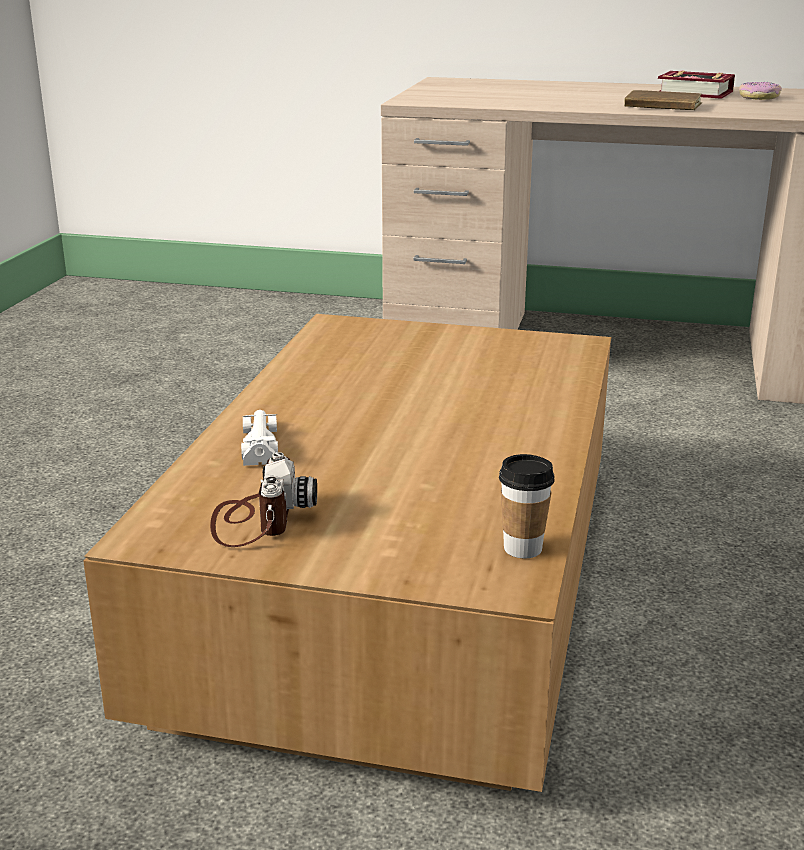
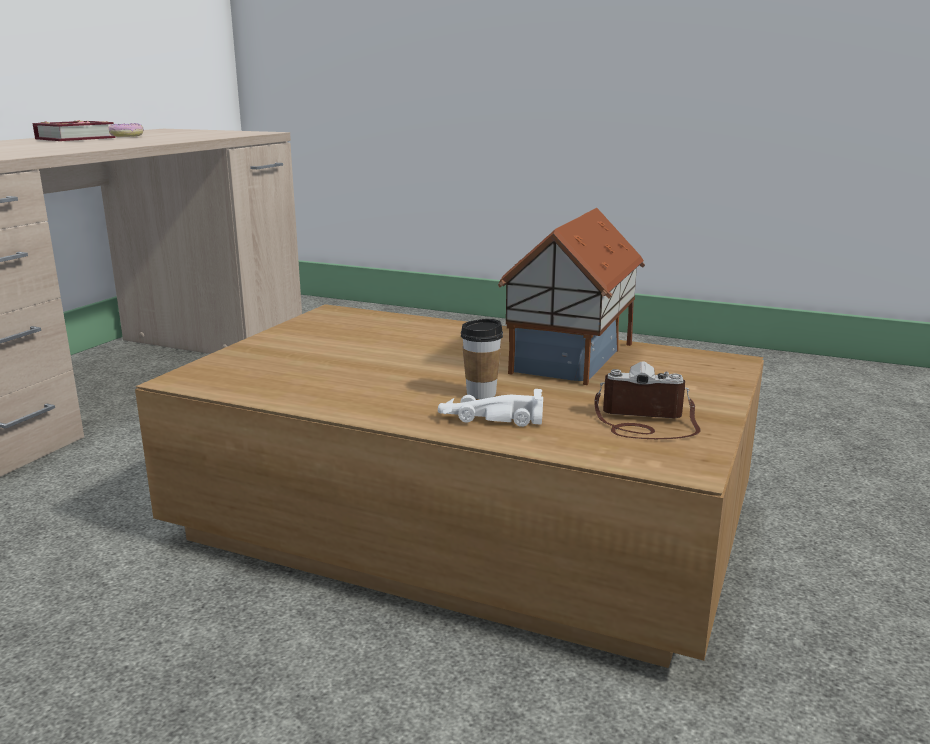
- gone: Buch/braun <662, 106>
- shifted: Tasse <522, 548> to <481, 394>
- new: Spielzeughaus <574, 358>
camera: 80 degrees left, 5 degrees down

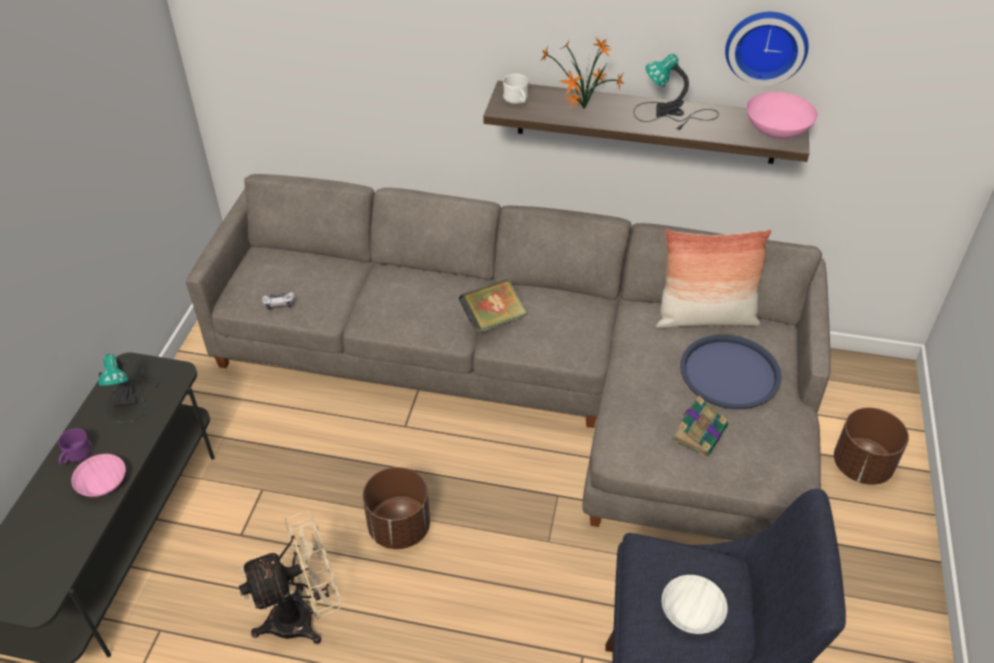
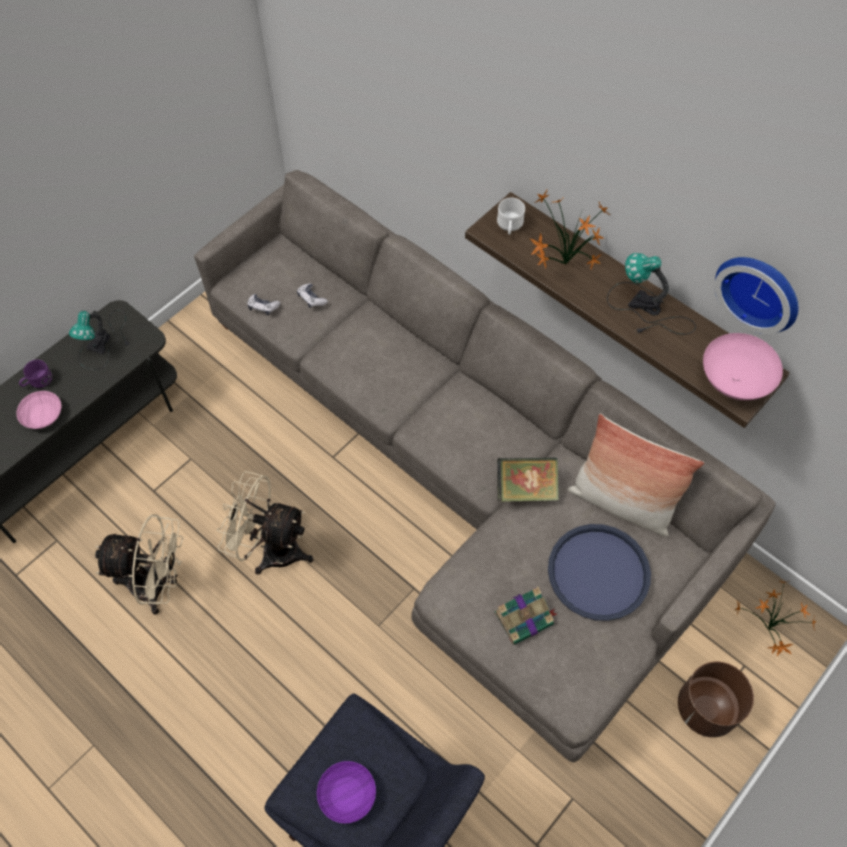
- shifted: Buch <493, 320> to <526, 489>
- swapped: Pflanzkübel/braun <400, 528> to Ventilator/beige <271, 549>
- repainted: Schüssel/weiß <691, 613> to Schüssel/lila <346, 795>
- new: Gamepad <311, 299>
- new: Topfpflanze <767, 631>
camera: 30 degrees right, 15 degrees up

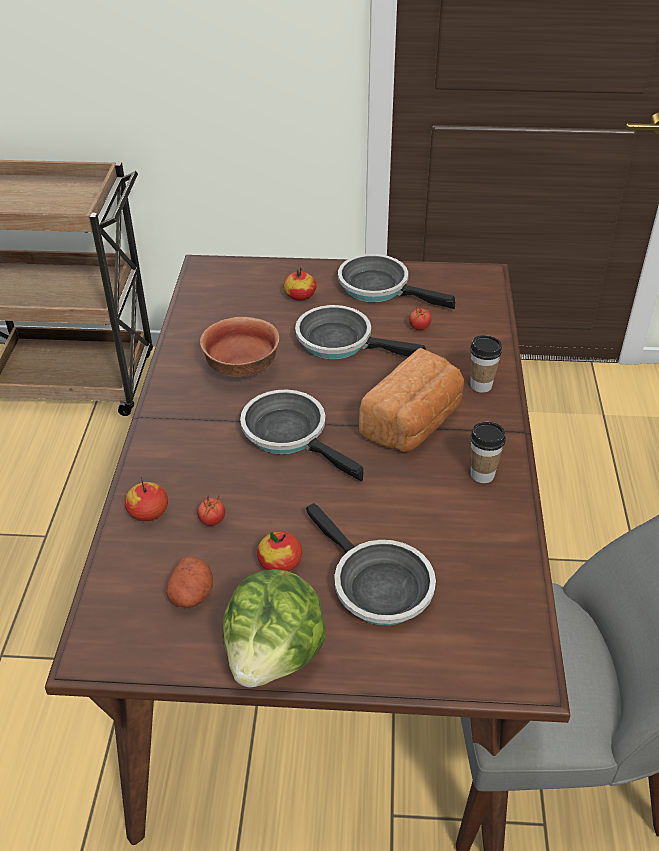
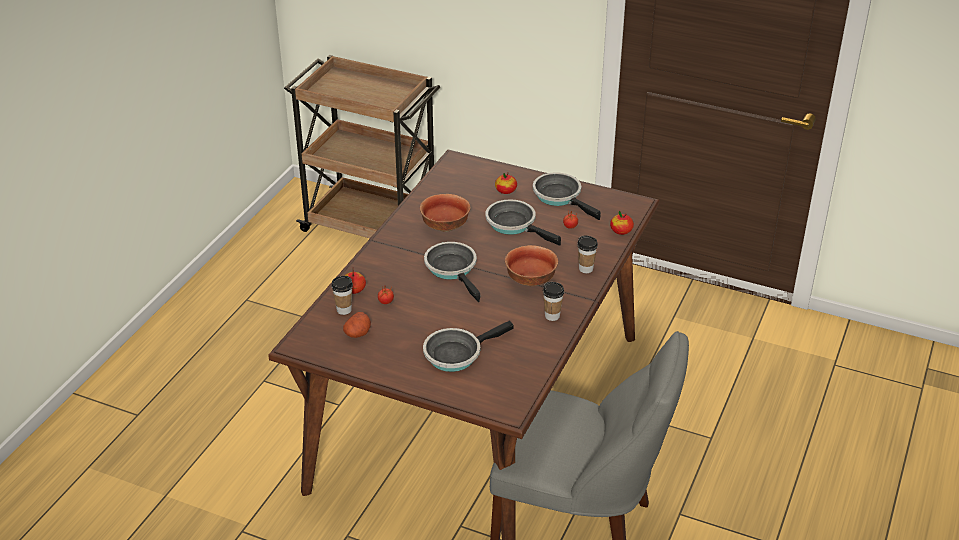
- swapped: Brot <414, 423> to Schüssel <530, 280>
- rotated: Pfanne <376, 586> = <456, 354> 75 degrees clockwise
- shifted: Apfel <280, 563> to <621, 231>
- gone: Salatkopf <275, 654>
- new: Tasse <344, 310>
camera: 20 degrees right, 5 degrees down

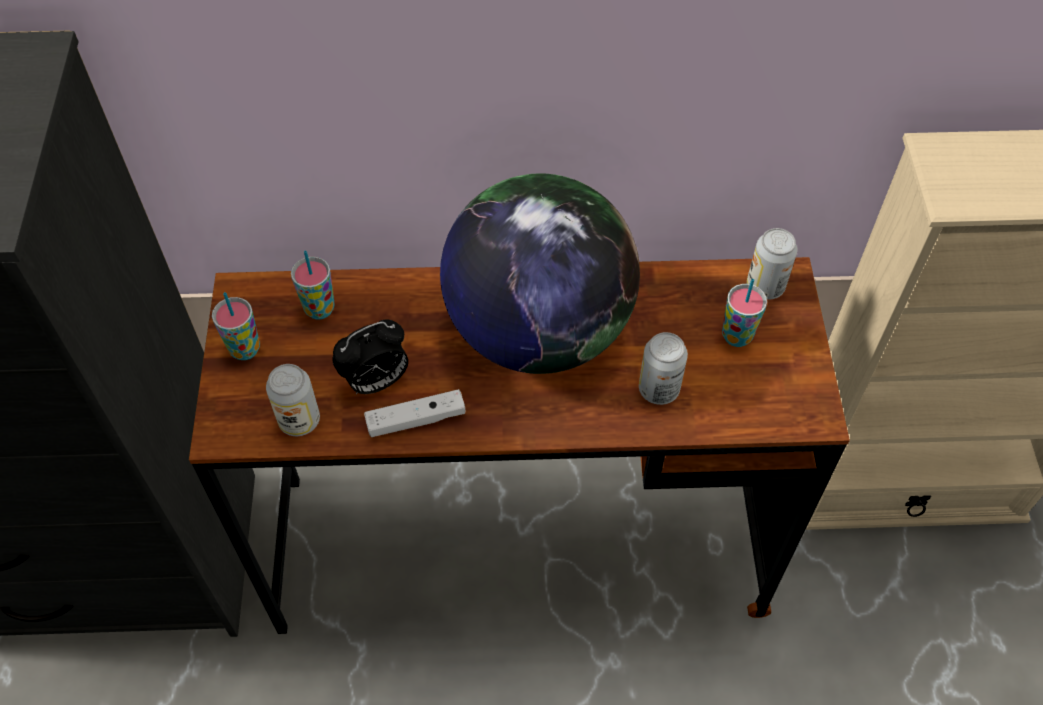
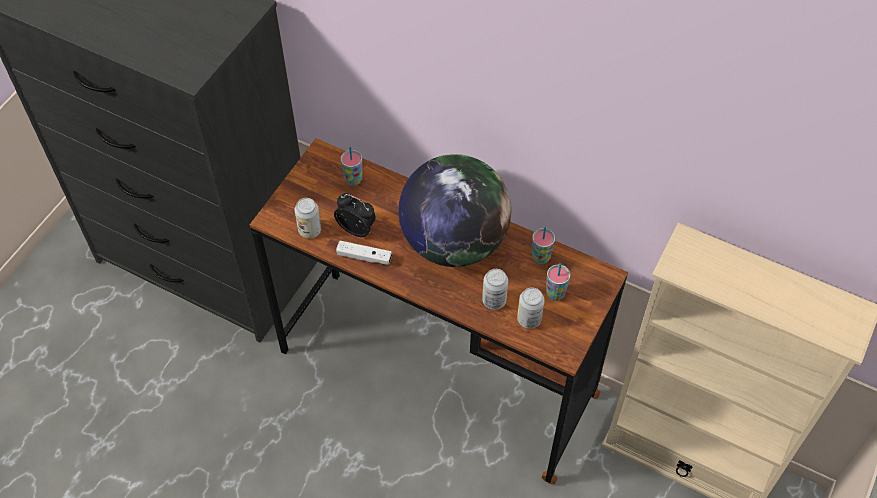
- shifted: Dose <765, 286> to <529, 319>
- shifted: Tasse <245, 349> to <540, 258>
- rotated: Wecker <376, 381> = <357, 229> 150 degrees counterclockwise
camera: 30 degrees right, 0 degrees up

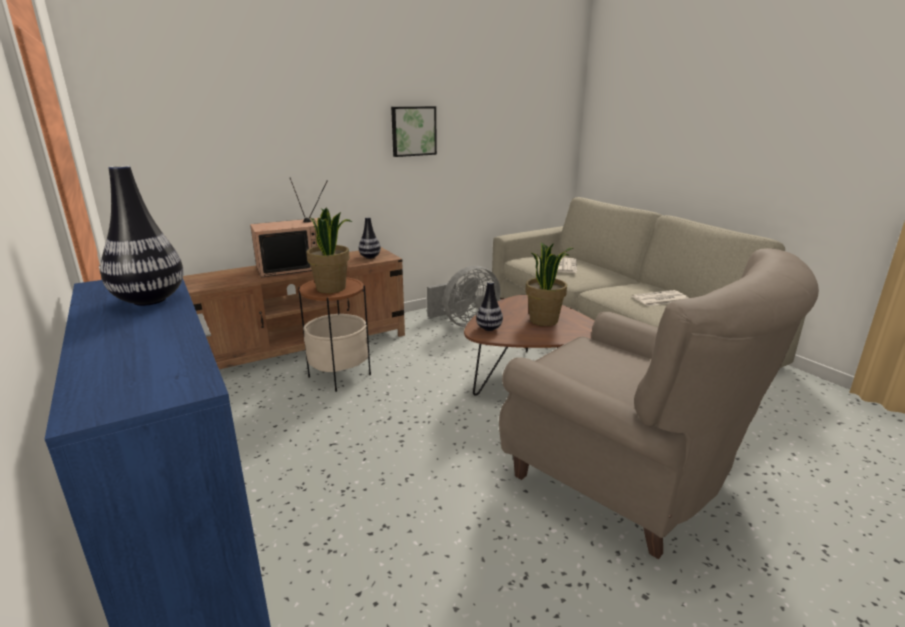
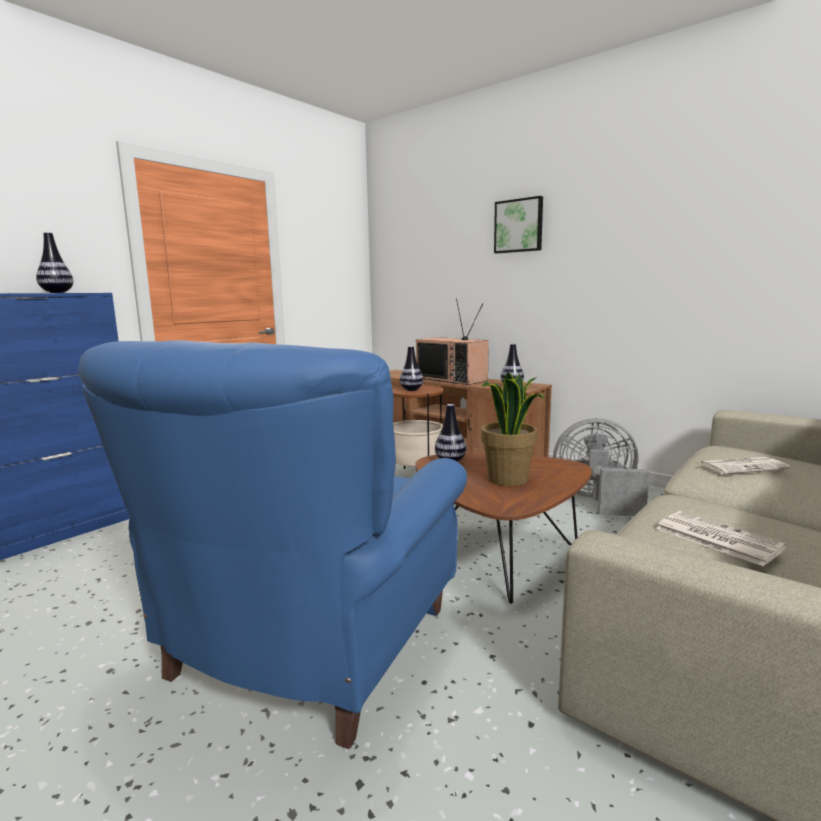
- shifted: Bild <413, 131> to <519, 226>
- swapped: Topfpflanze <332, 288> to Vase <411, 390>
- repainted: Sessel/beige <628, 479> to Sessel/blau <306, 649>
- rotated: Ventilator/grau <465, 323> = <597, 501> 150 degrees clockwise
camera: 70 degrees right, 10 degrees down

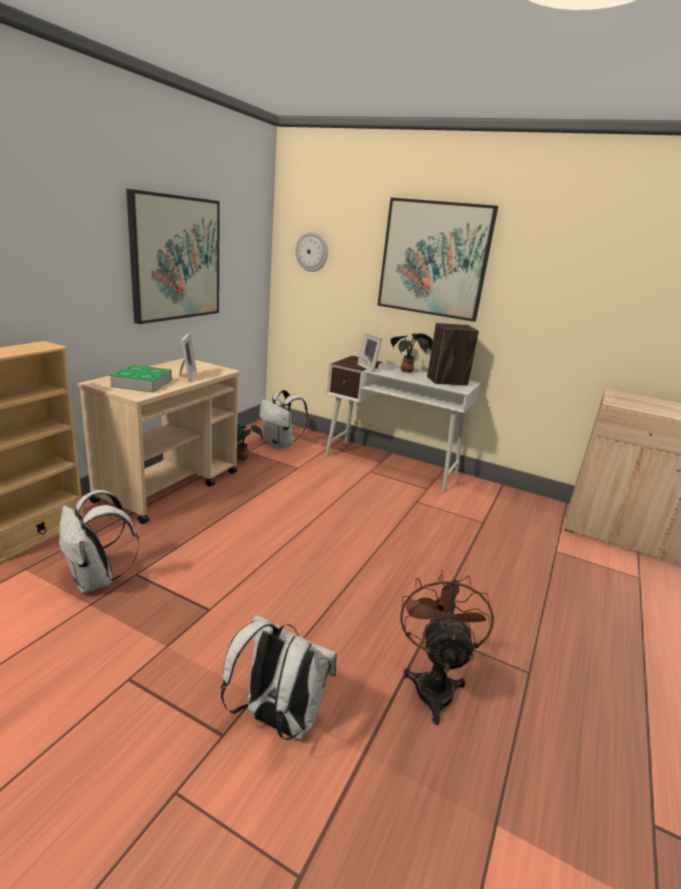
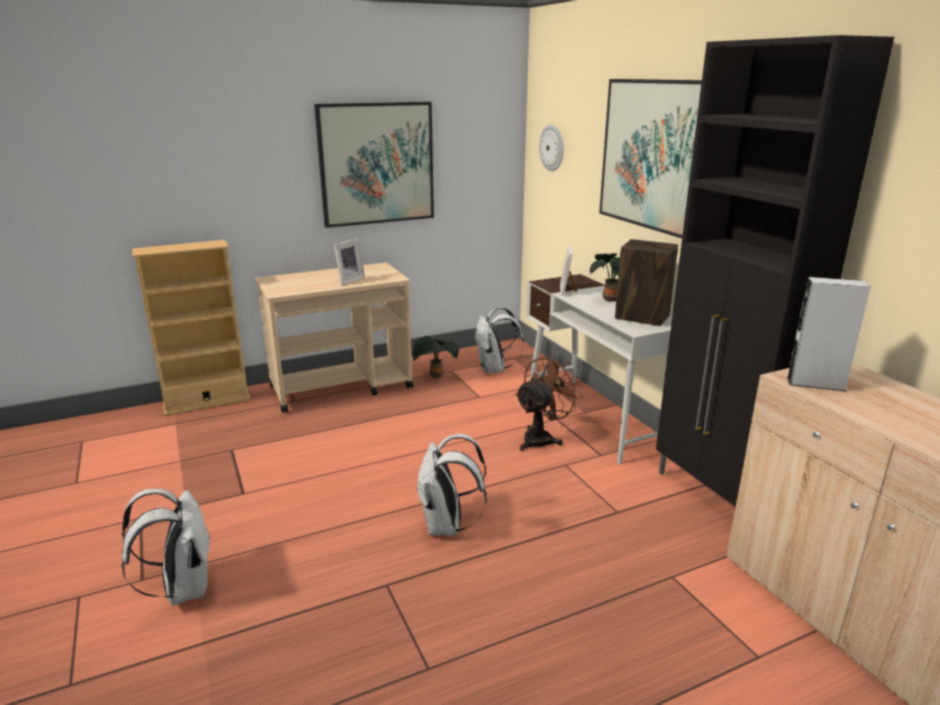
- gone: Buch <142, 383>
- shifted: Rucksack/weiß <96, 580> to <447, 526>
- shifted: Ventilator/braun <433, 683> to <542, 438>
- new: Schrank/schwarz <716, 497>
- new: Lautsprecher/grau <815, 384>
camera: 40 degrees right, 0 degrees up

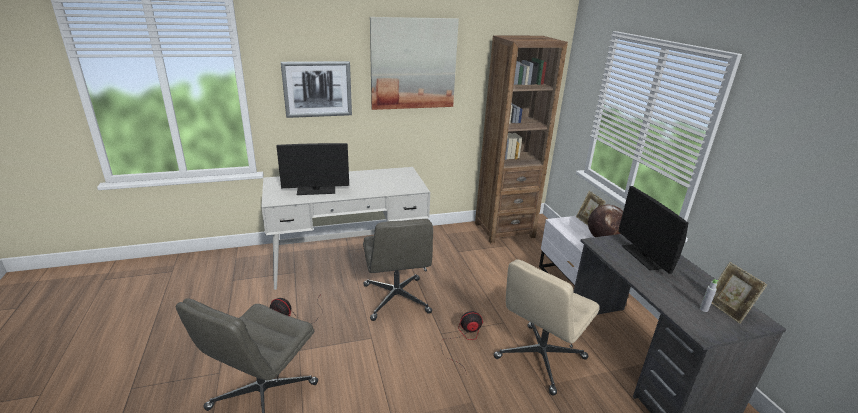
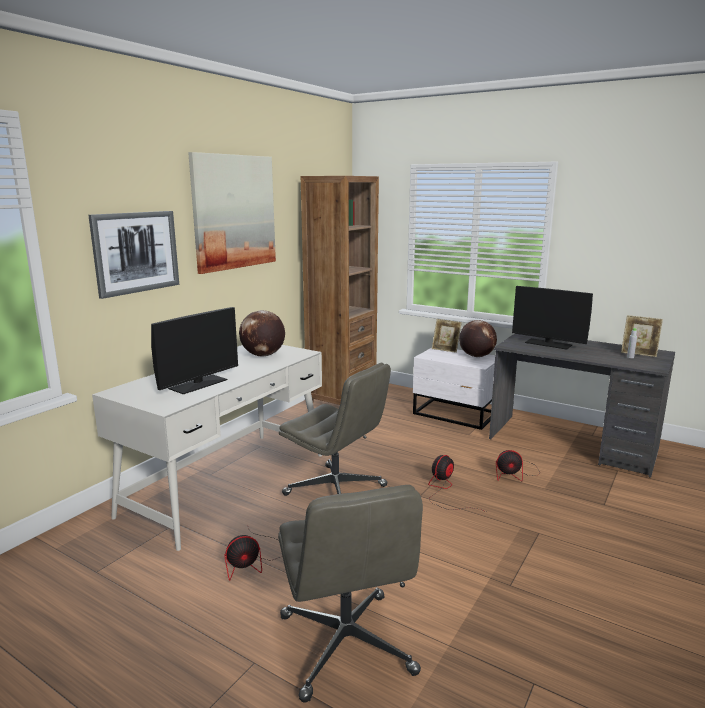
- swapped: Bürostuhl/beige <540, 359> to Ventilator <514, 473>
- new: Globus <263, 355>
camera: 40 degrees left, 10 degrees down

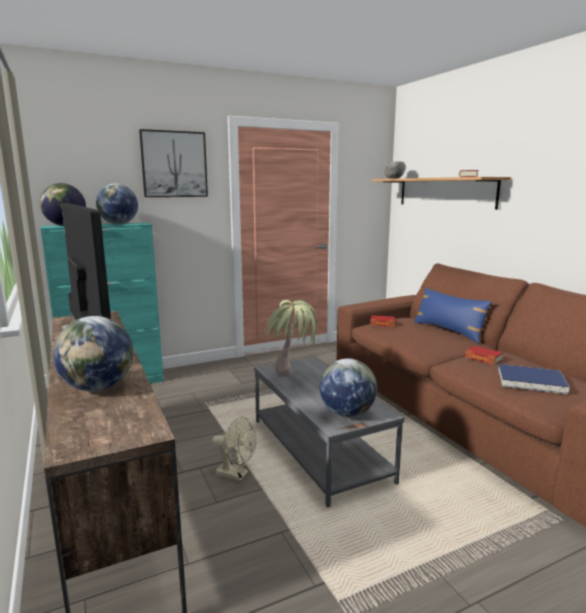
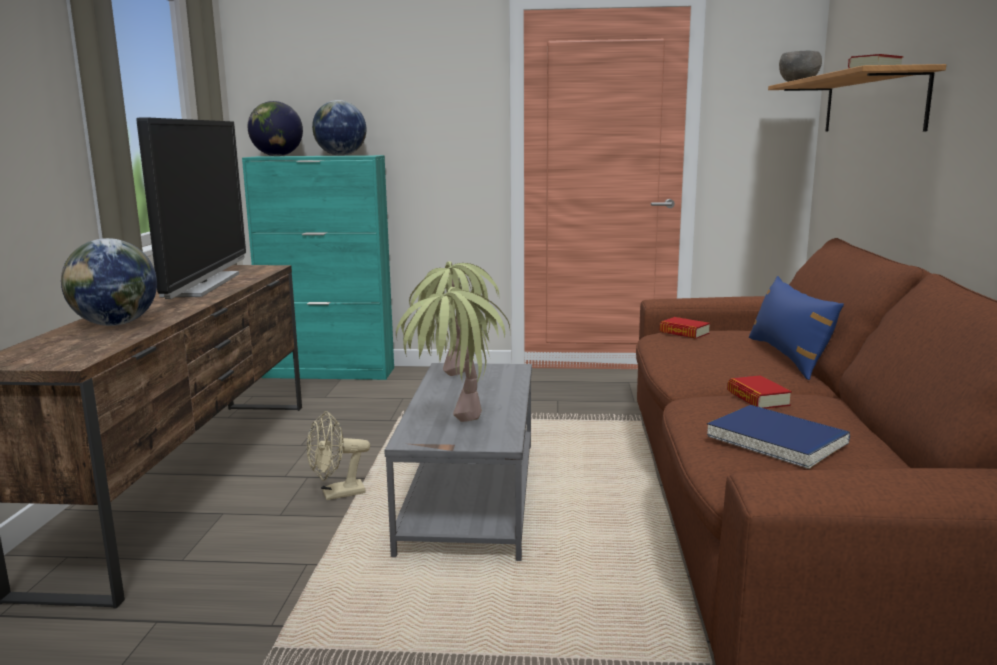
- gone: Bild <174, 164>
- swapped: Globus <347, 413> to Topfpflanze <453, 431>
- rotated: Ventilator/beige <236, 474> = <336, 494> 105 degrees clockwise
camera: 30 degrees right, 0 degrees up

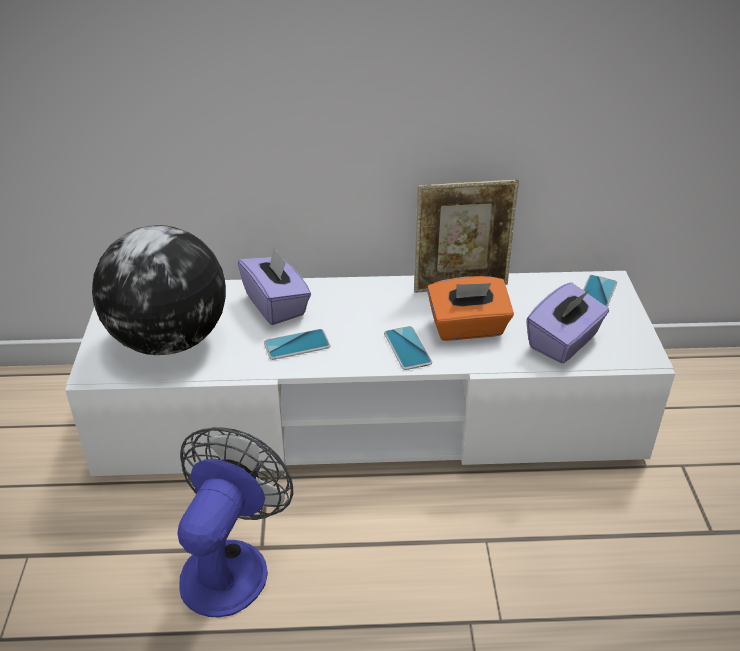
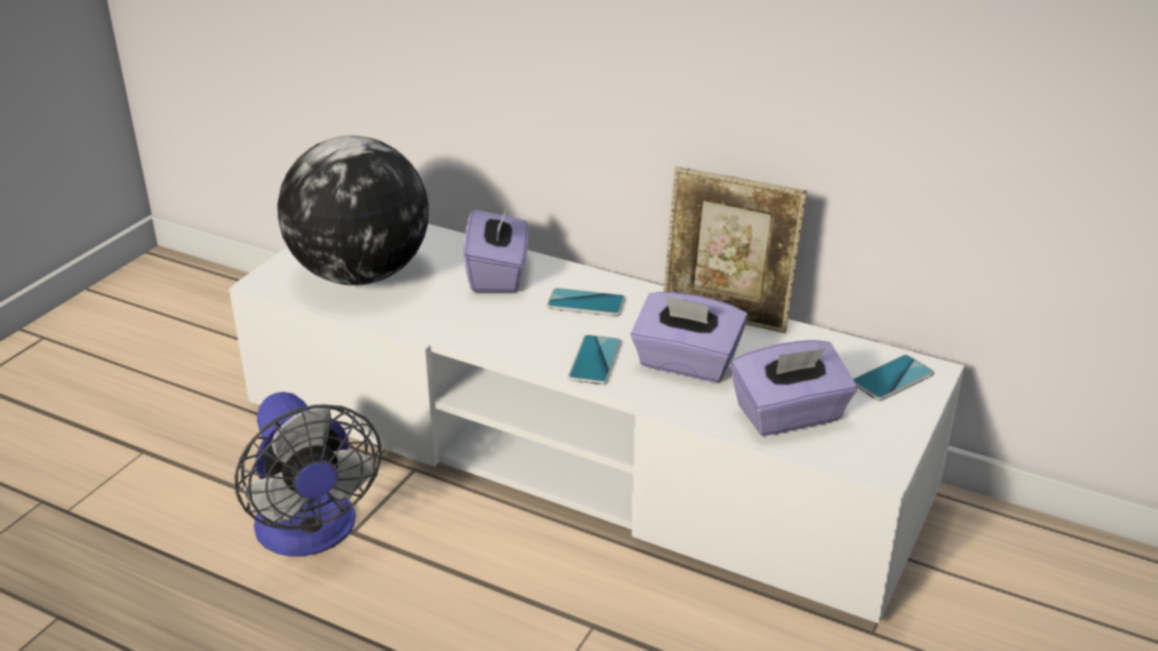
- repainted: Taschentuchbox/orange <467, 328> to Taschentuchbox/lila <686, 363>
- shifted: Handy <297, 345> to <586, 303>
- rotated: Ventilator <230, 563> = <311, 533> 105 degrees clockwise
camera: 30 degrees right, 5 degrees down

